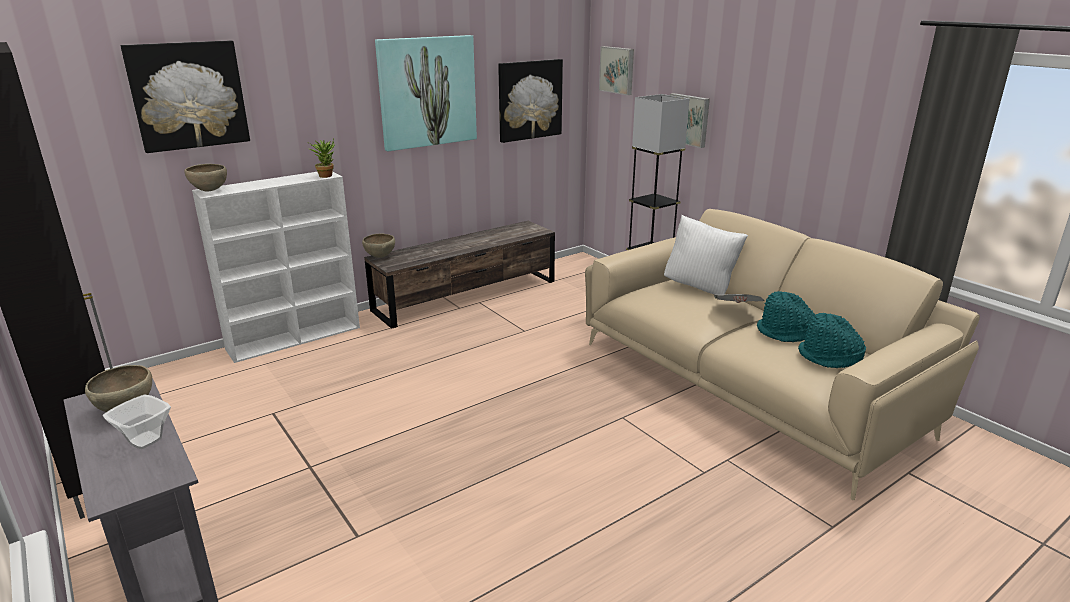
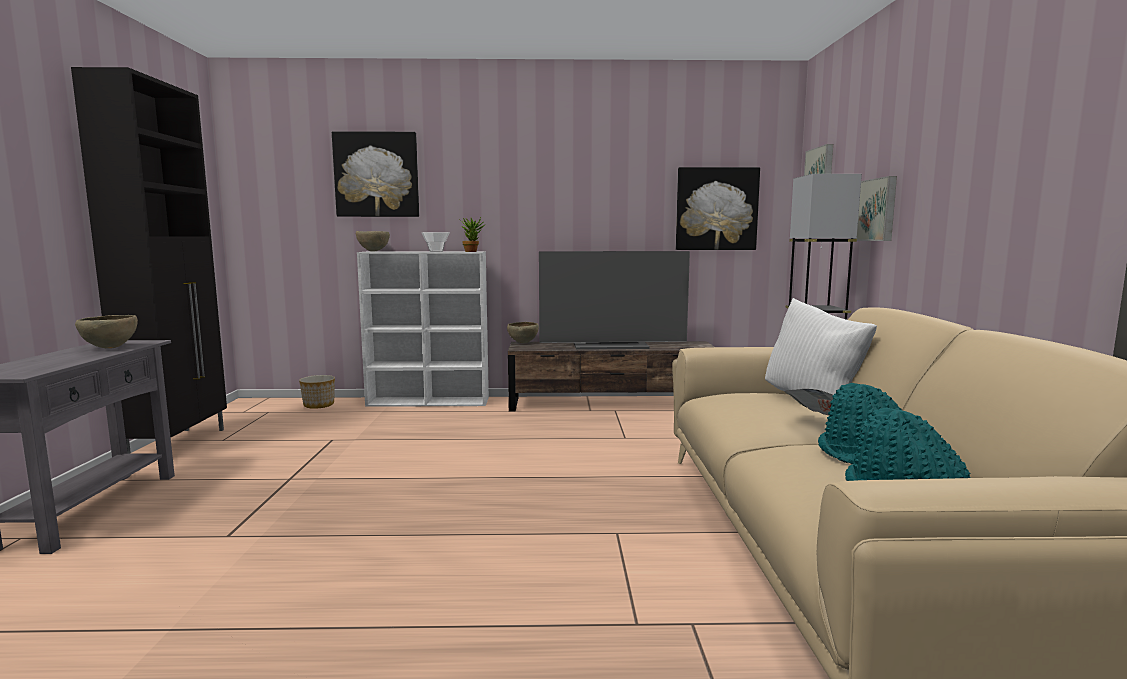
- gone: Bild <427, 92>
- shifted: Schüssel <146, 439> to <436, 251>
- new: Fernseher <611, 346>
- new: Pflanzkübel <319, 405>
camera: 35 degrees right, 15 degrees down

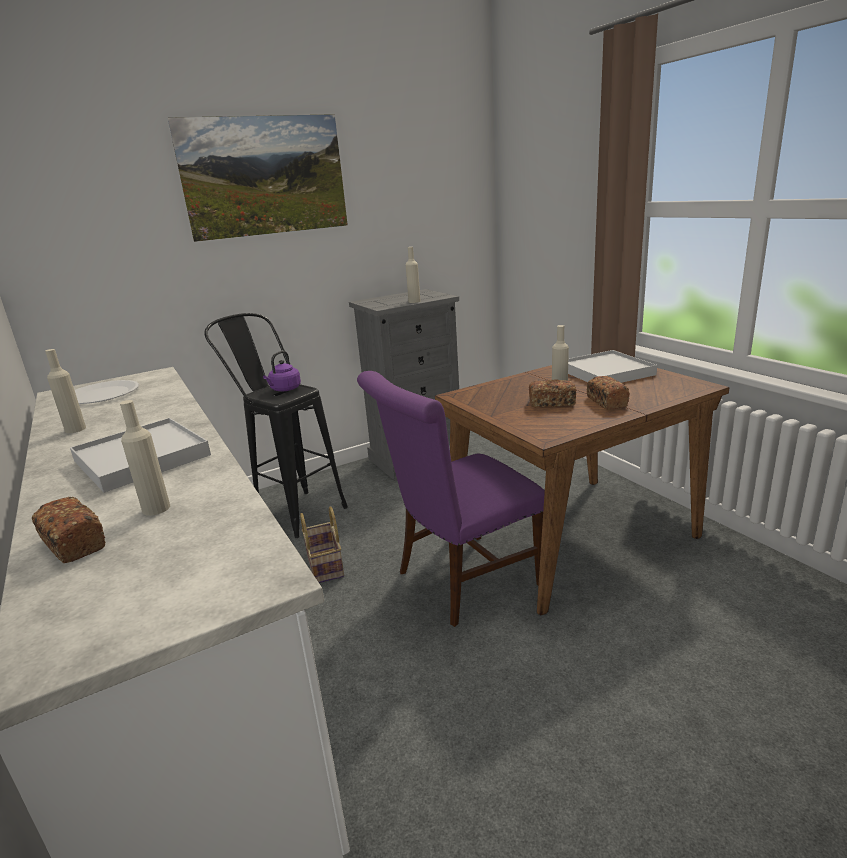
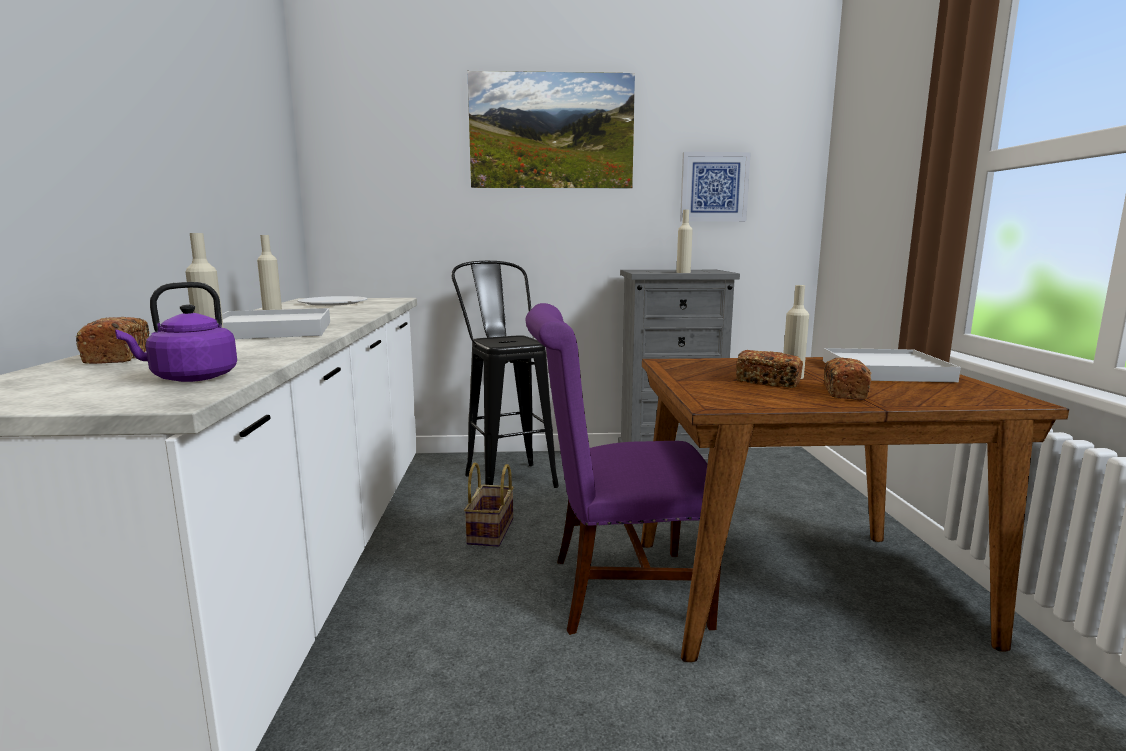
- shifted: Wasserkessel/lila <284, 389> to <190, 378>
- new: Bild <714, 187>
camera: 25 degrees right, 10 degrees down

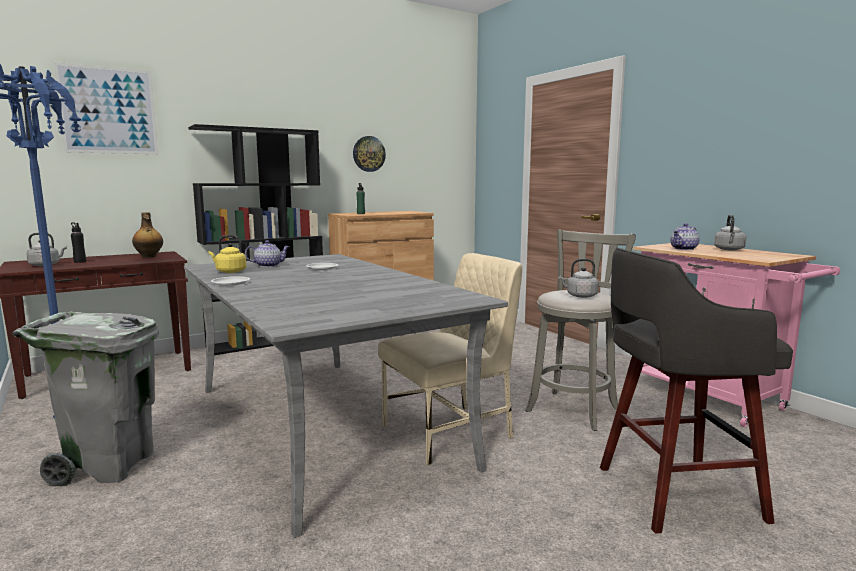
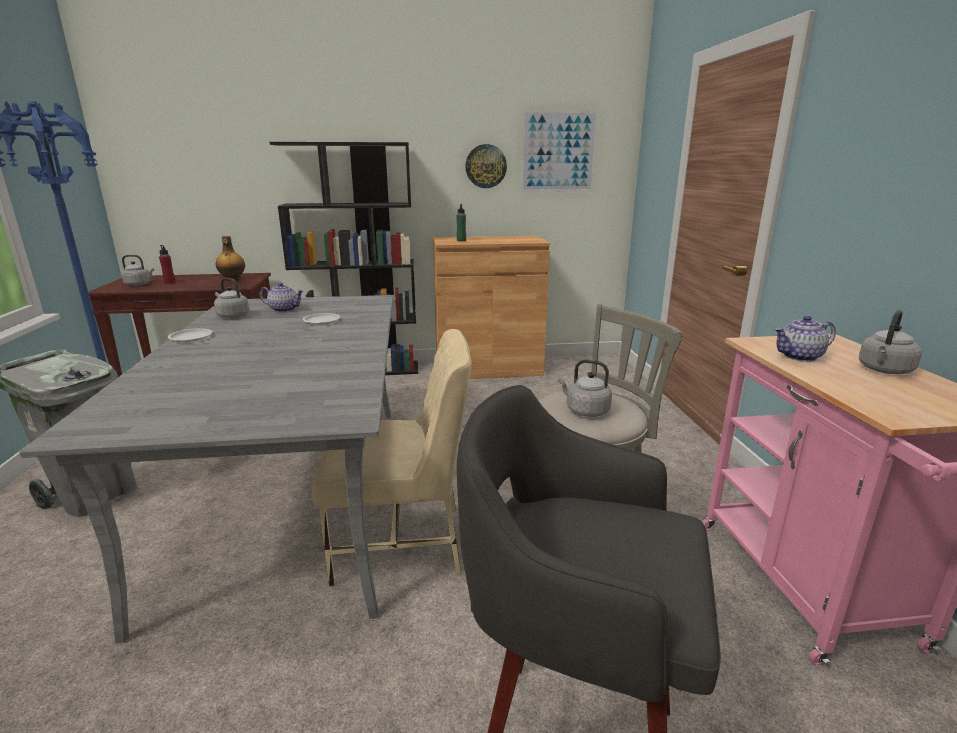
- shifted: Bild <108, 110> to <558, 152>
- repainted: Flasche/schwarz <80, 262> to Flasche/rot <170, 282>
- repainted: Wasserkessel/gelb <229, 271> to Wasserkessel/grau <232, 316>
camera: 25 degrees right, 10 degrees up

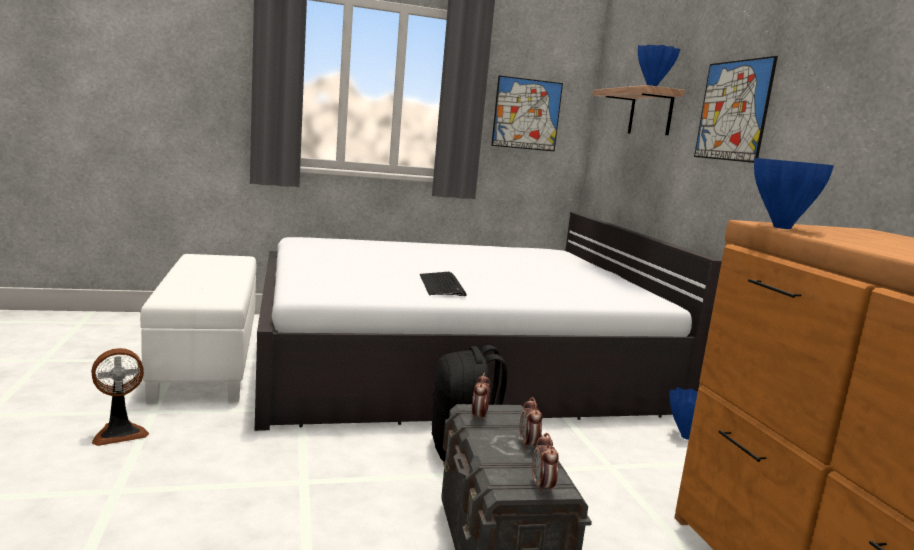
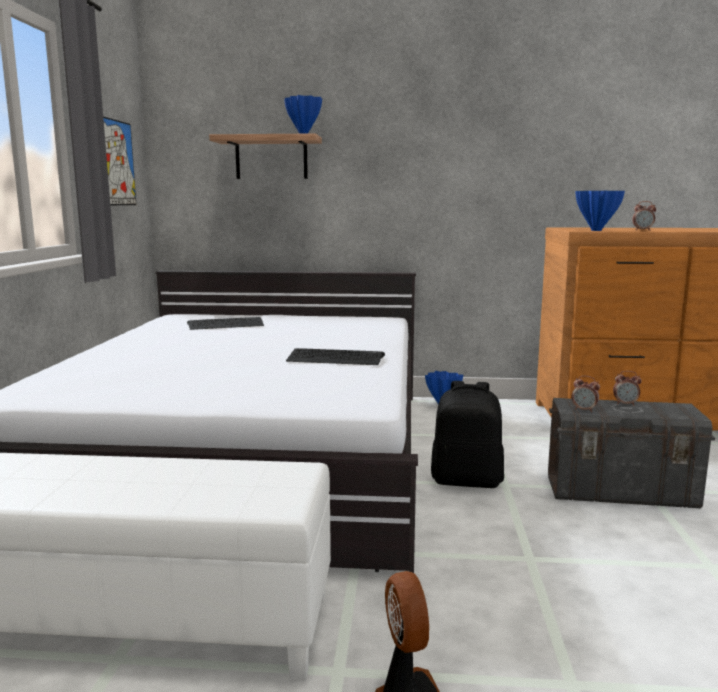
- gone: Bild <733, 111>
- shifted: Wecker <542, 487> to <642, 230>
- new: Tastatur <226, 325>
camera: 70 degrees left, 0 degrees up

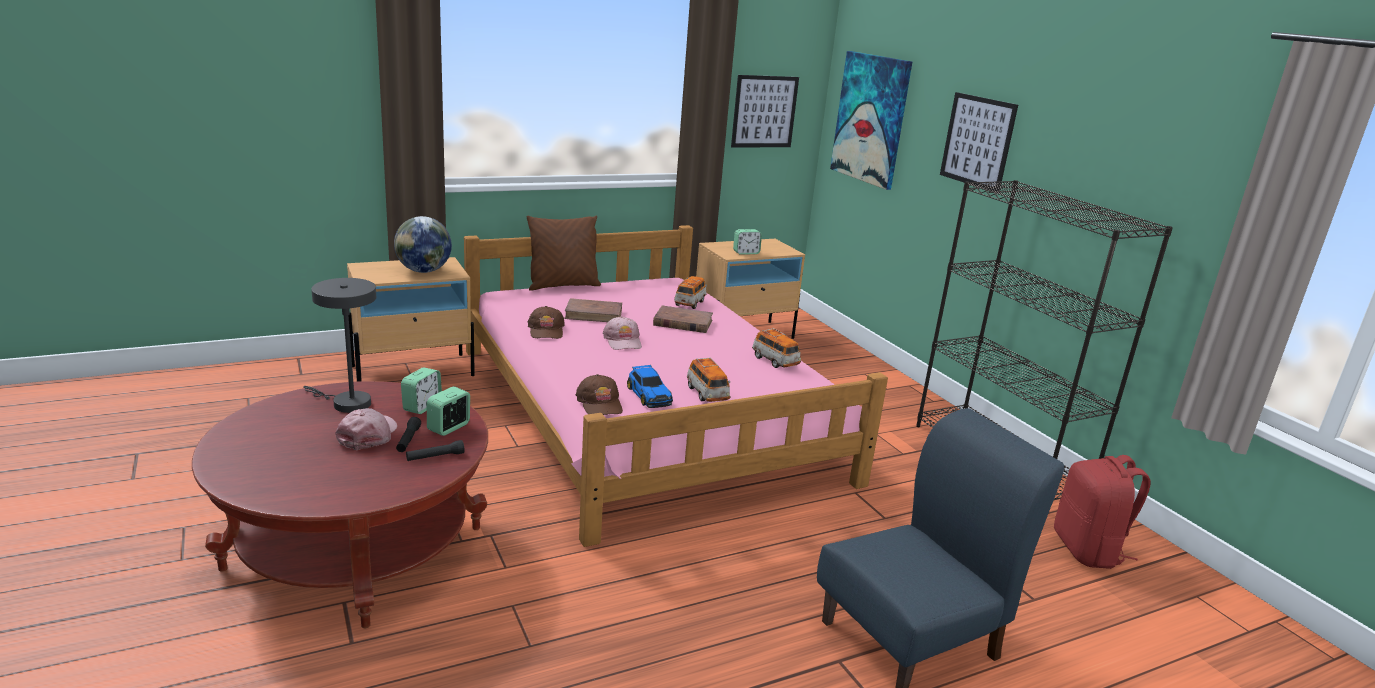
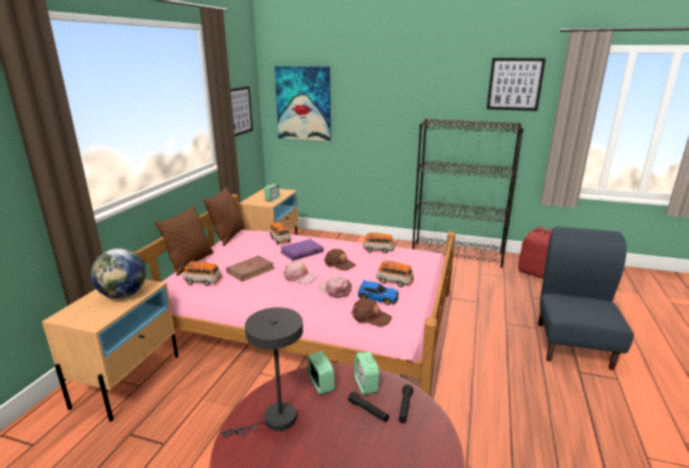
- shifted: Bild <977, 141> to <515, 84>
- shifted: Kappe/braun <546, 330> to <339, 264>
- repainted: Buch/braun <682, 323> to Buch/lila <301, 252>
- shifted: Kappe/rosa <368, 435> to <335, 290>
- new: Kissen/braun <228, 236>
- new: Spielzeugauto <203, 281>
camera: 45 degrees left, 0 degrees up

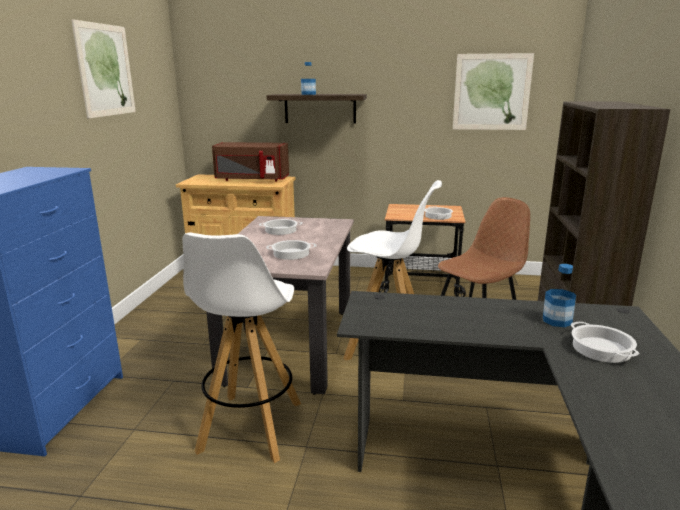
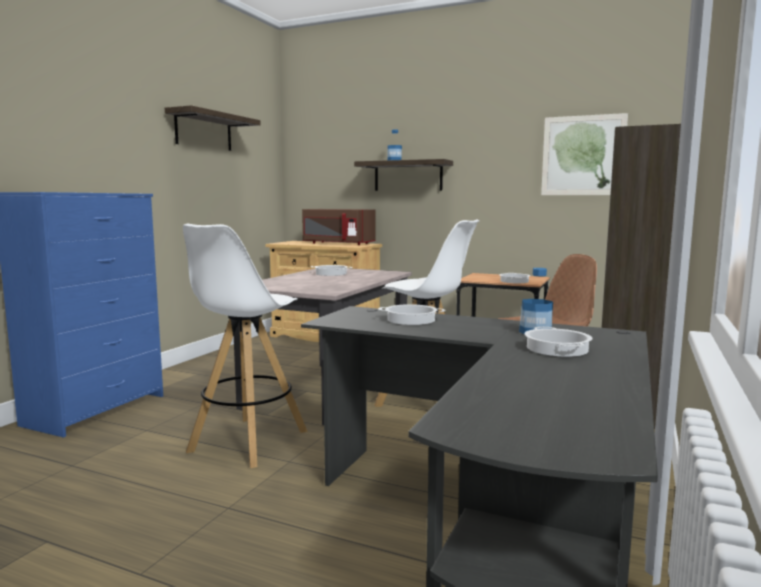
- swapped: Bild <105, 70> to Wandregal <203, 131>
- shifted: Kochtopf <291, 254> to <410, 320>
camera: 15 degrees right, 10 degrees down

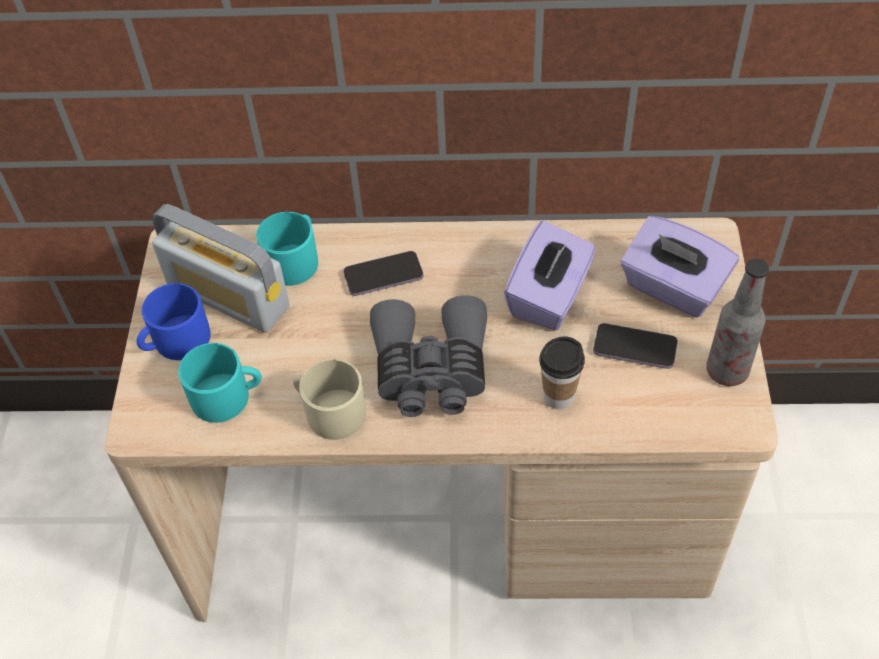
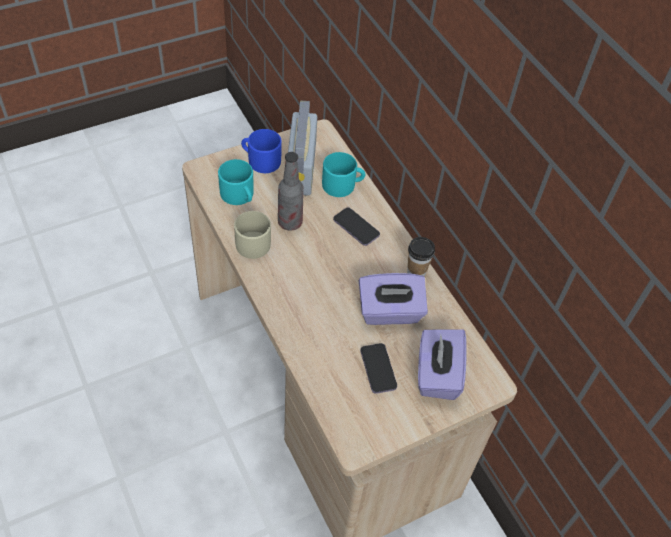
- shifted: Flasche <727, 371> to <290, 222>
- gone: Fernglas/grau <431, 370>
- shifted: Tasse <558, 396> to <416, 273>
camera: 55 degrees right, 0 degrees up

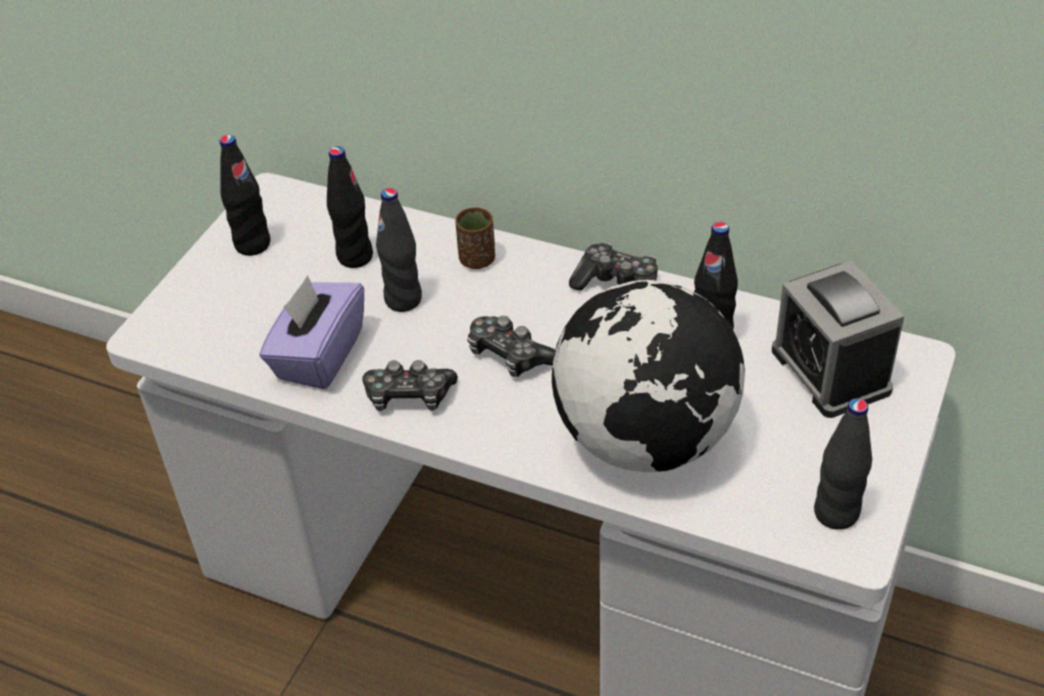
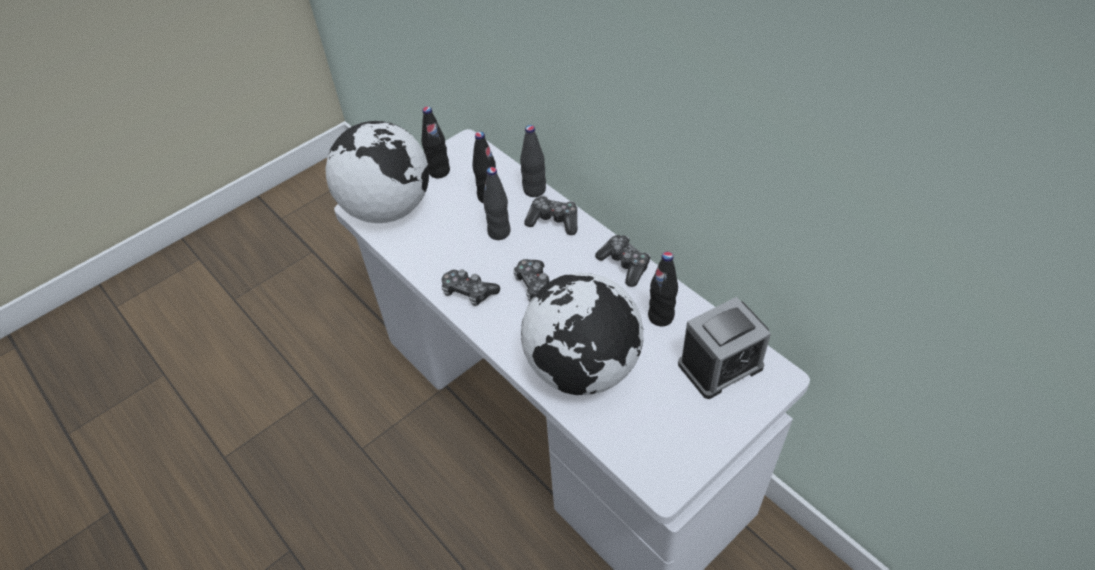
- swapped: Tasse/braun <477, 259> to Gamepad <554, 221>
- rotated: Wecker <830, 370> = <720, 366> 120 degrees counterclockwise
- gone: Taschentuchbox/lila <319, 355>
- shifted: Flasche/schwarz <836, 513> to <534, 190>
- new: Globus <387, 208>
camera: 25 degrees right, 5 degrees up

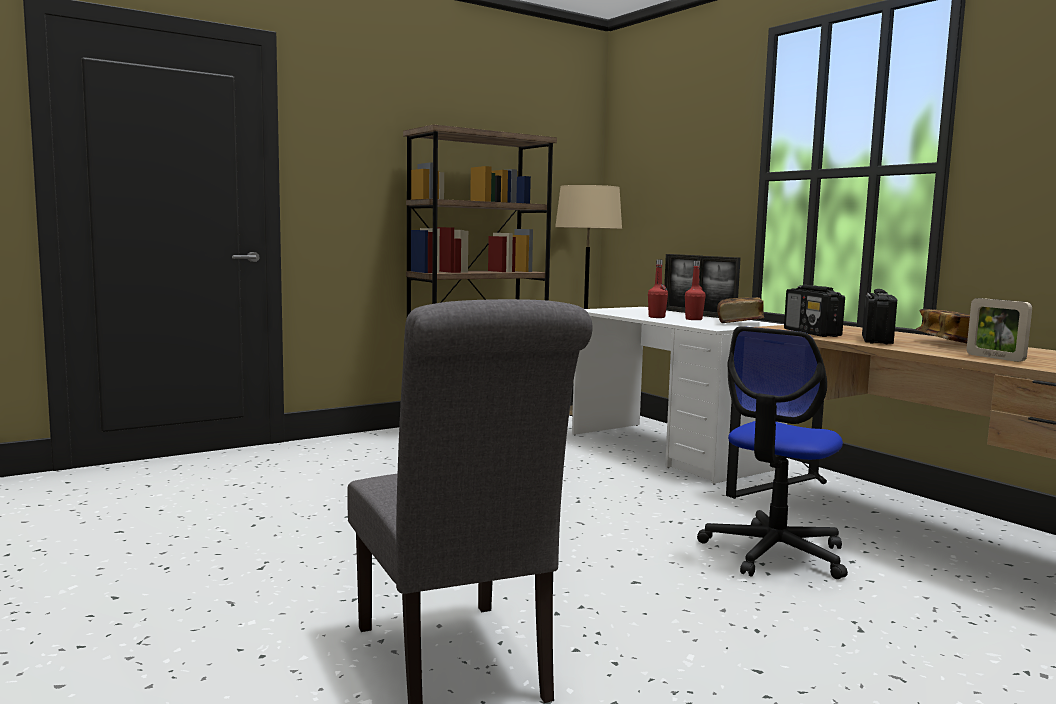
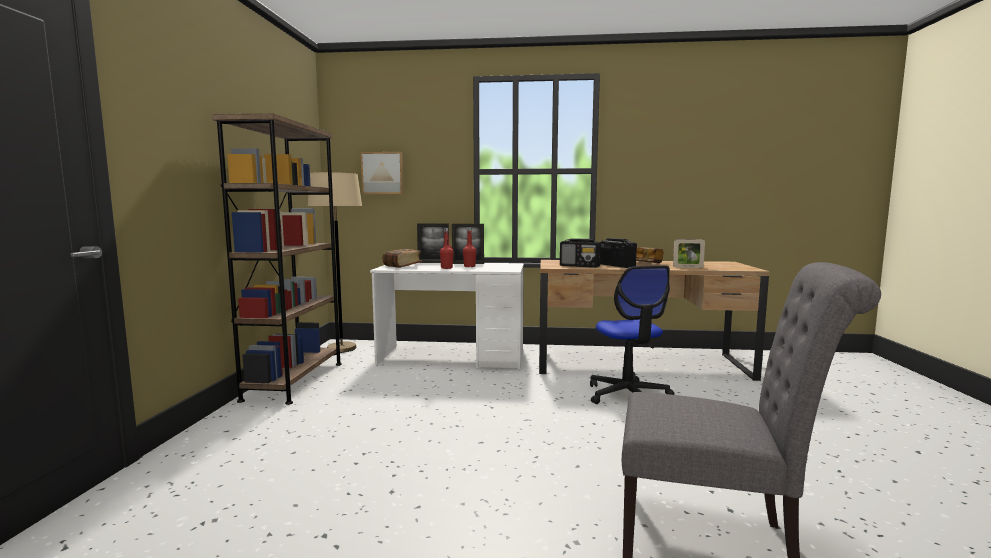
- shifted: Buch <739, 323> to <402, 266>
- new: Bild <383, 173>
camera: 50 degrees left, 0 degrees up

